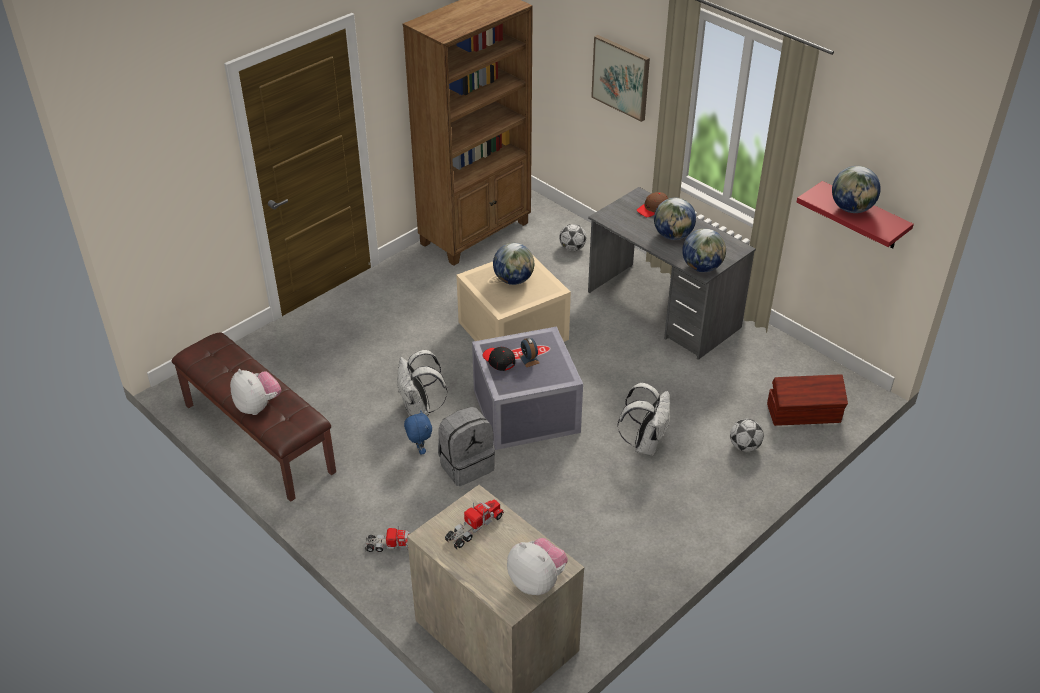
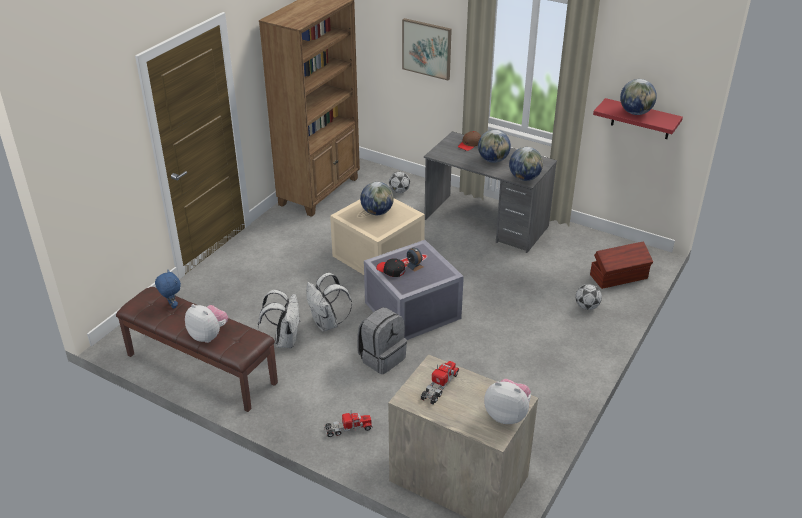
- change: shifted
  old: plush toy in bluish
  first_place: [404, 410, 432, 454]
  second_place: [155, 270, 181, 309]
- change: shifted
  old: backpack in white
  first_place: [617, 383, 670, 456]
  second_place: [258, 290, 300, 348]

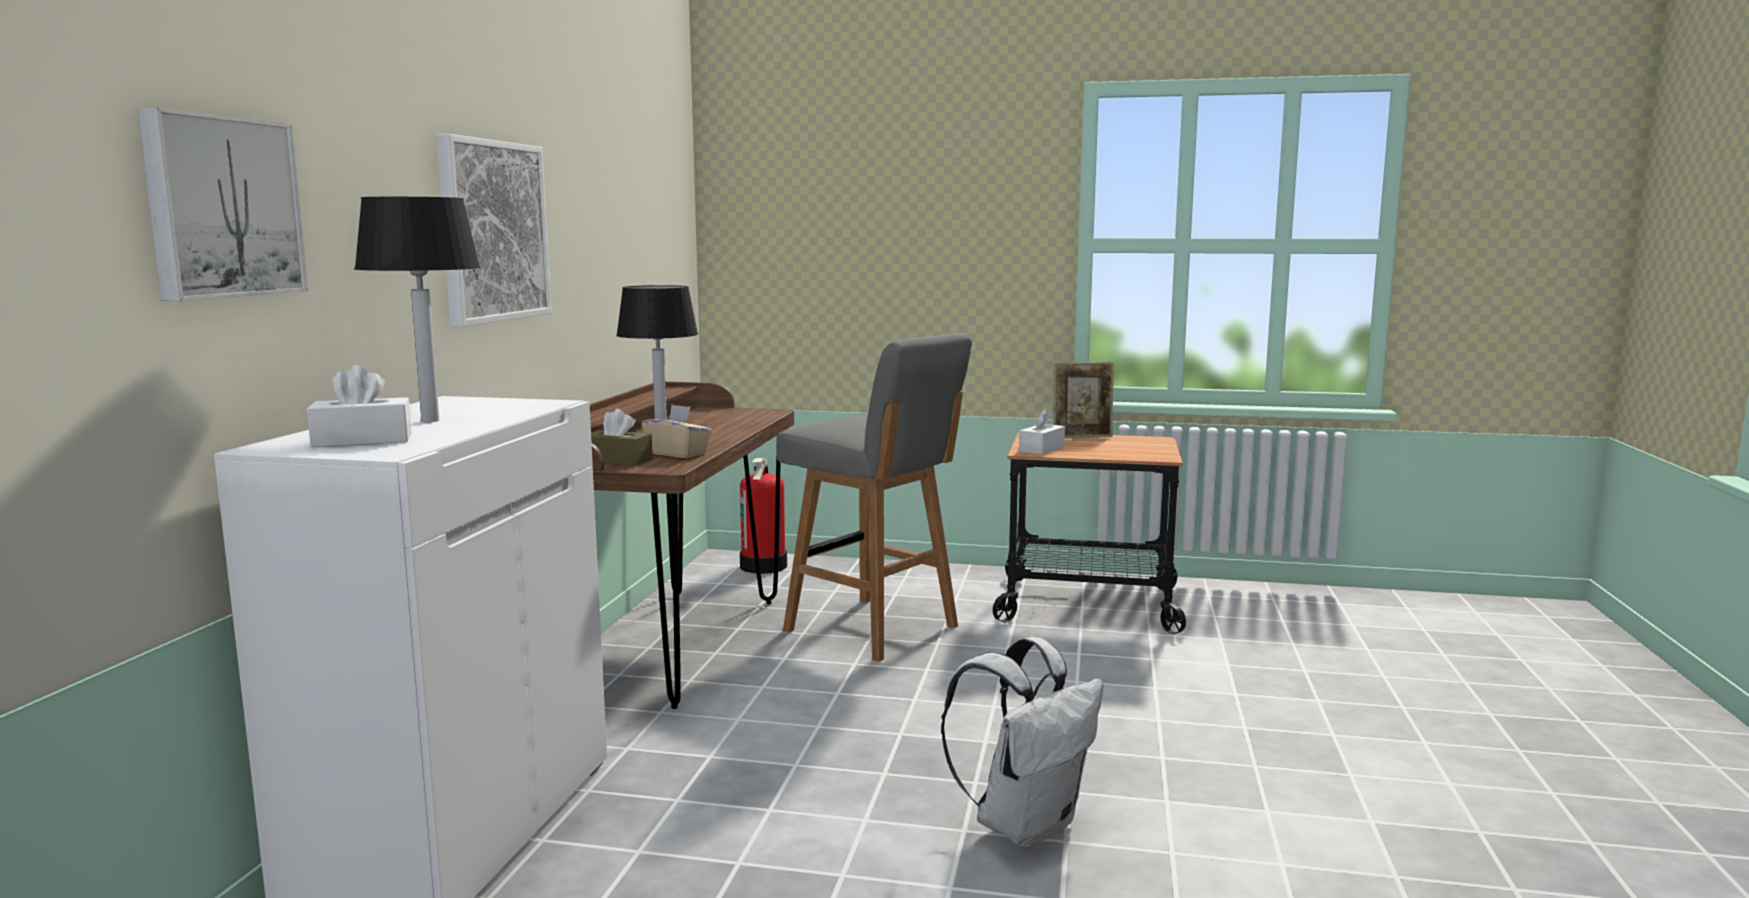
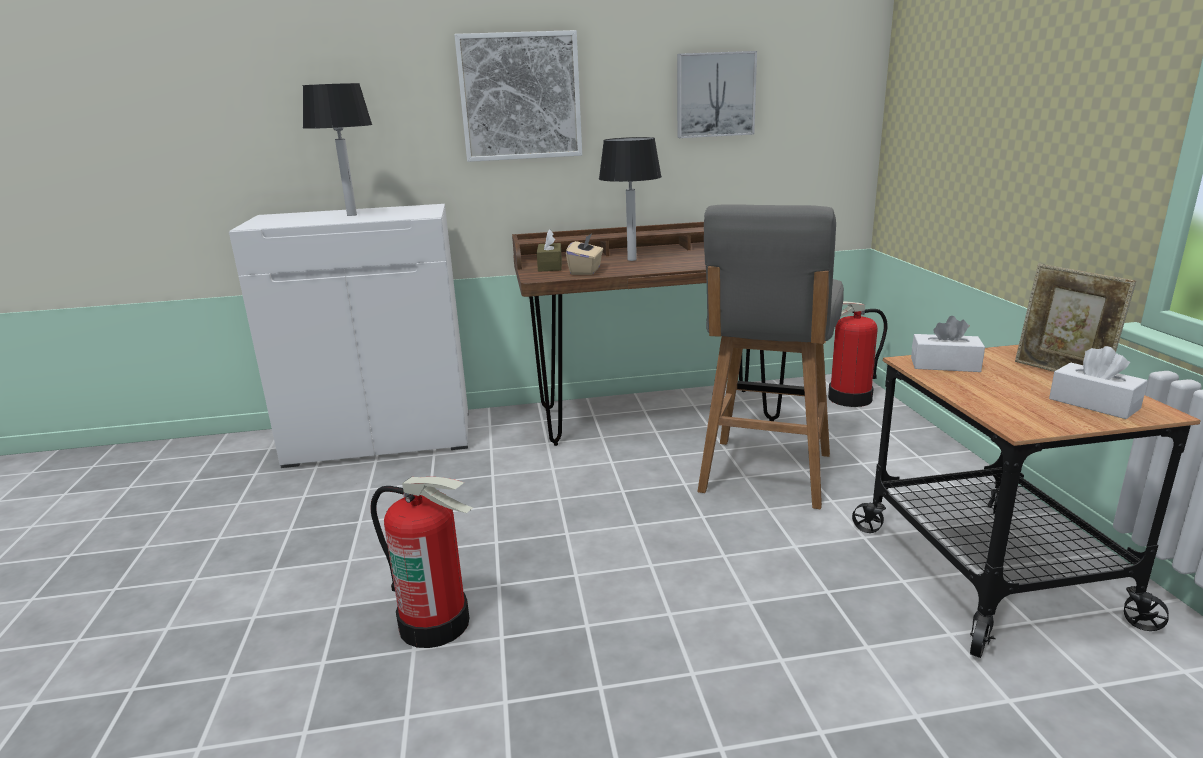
- change: shifted
  old: wall art
  first_place: [137, 107, 308, 301]
  second_place: [677, 51, 757, 138]
- change: shifted
  old: tissue holder in white
  first_place: [307, 365, 412, 447]
  second_place: [1049, 346, 1148, 419]
- change: swapped
  old: backpack in white
  new: fire-fighting cylinder
  first_place: [941, 637, 1104, 847]
  second_place: [371, 477, 473, 648]

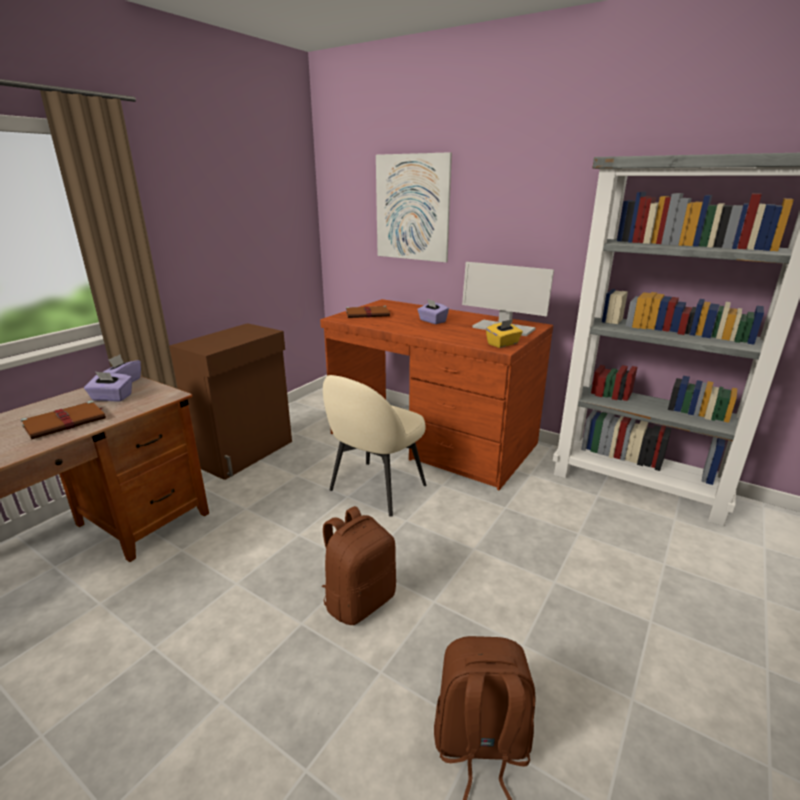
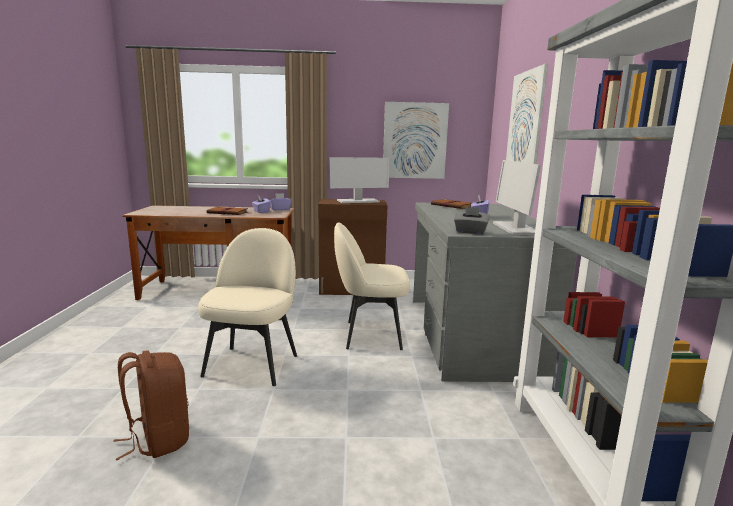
- change: new
  new: monitor
  second_place: [329, 157, 389, 203]
- change: new
  new: wall art
  second_place: [383, 102, 449, 179]
- change: swapped
  old: backpack in brownish
  new: upright chair in sand-coloured
  first_place: [322, 506, 396, 625]
  second_place: [198, 228, 297, 386]
- change: repainted
  old: desk in brownish
  new: desk in greyish
  first_place: [320, 299, 553, 490]
  second_place: [413, 202, 577, 382]
- change: repainted
  old: tissue holder in yellowish
  new: tissue holder in greyish
  first_place: [486, 319, 523, 348]
  second_place: [454, 207, 490, 234]

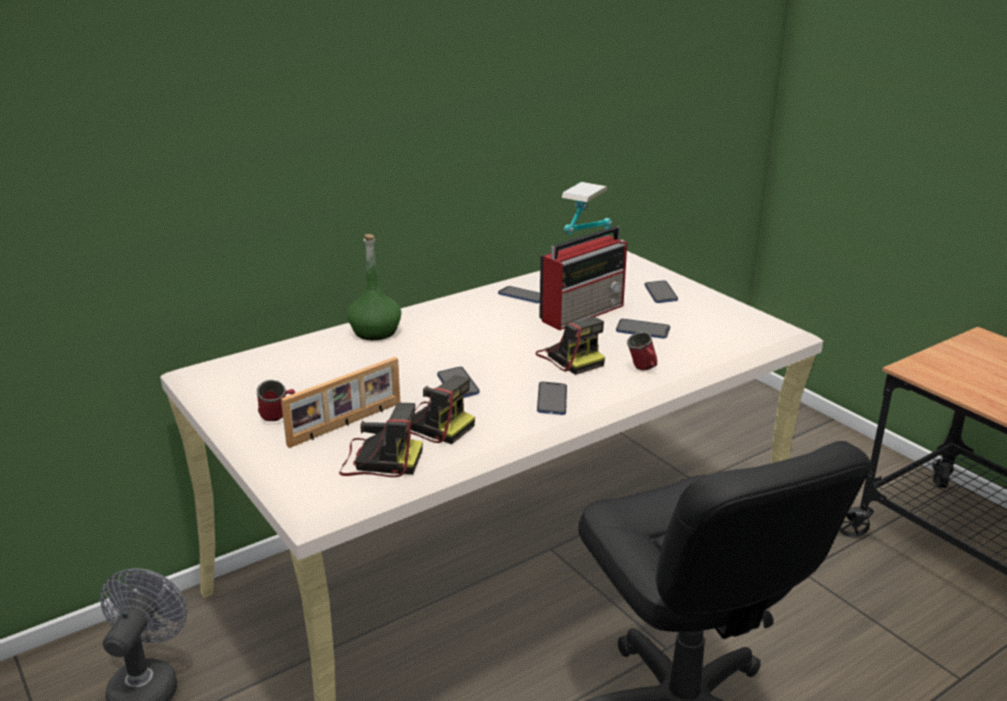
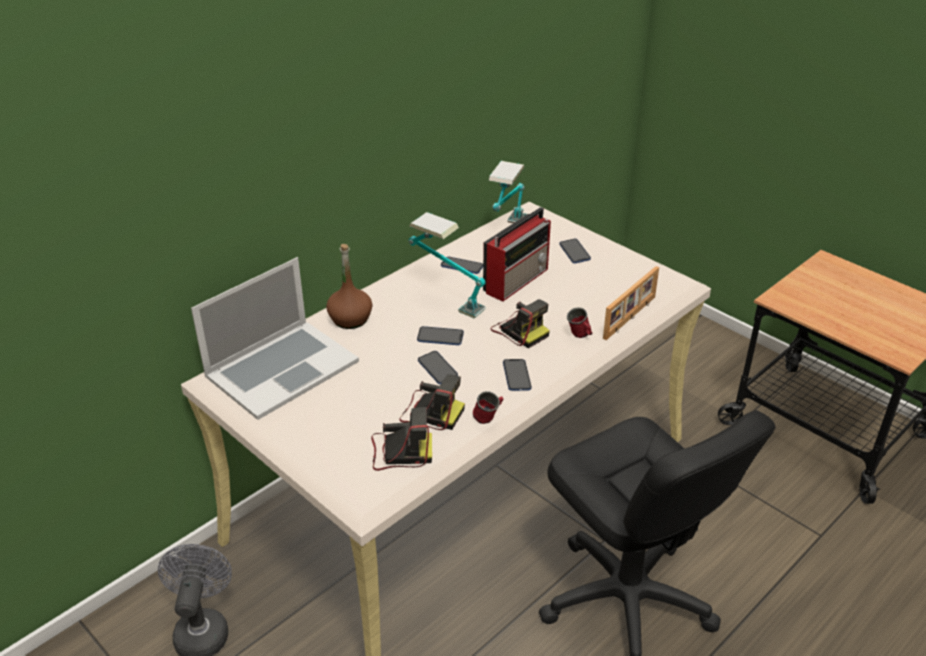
- change: new
  new: laptop
  second_place: [191, 257, 359, 420]
- change: new
  new: table lamp
  second_place: [408, 212, 486, 318]
- change: shifted
  old: coffee mug in red
  first_place: [257, 380, 295, 421]
  second_place: [473, 391, 503, 424]
- change: shifted
  old: photo frame
  first_place: [281, 357, 400, 448]
  second_place: [603, 266, 659, 340]
- change: shifted
  old: telephone
  first_place: [616, 319, 670, 339]
  second_place: [417, 326, 464, 345]
- change: repainted
  old: beverage bottle in green
  new: beverage bottle in brownish
  first_place: [347, 234, 401, 340]
  second_place: [326, 244, 372, 329]

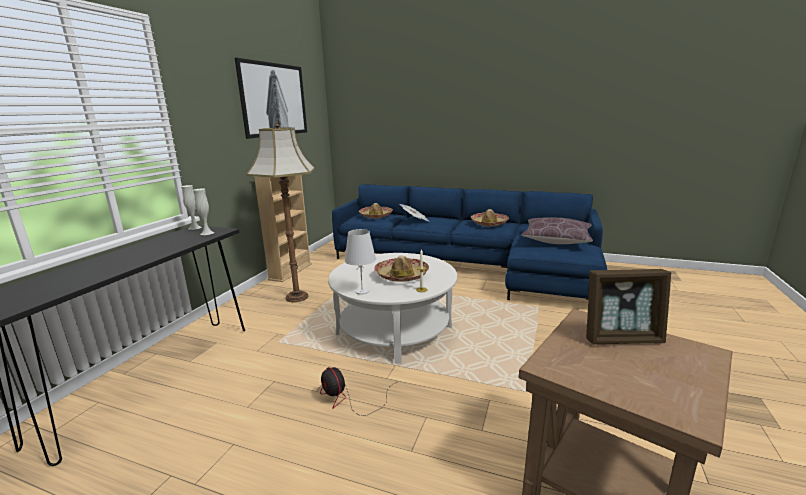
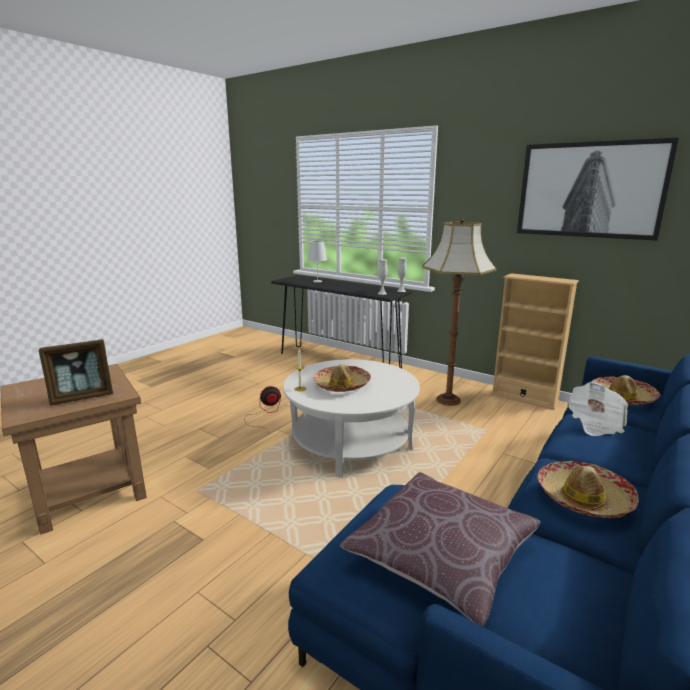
- change: shifted
  old: table lamp in white
  first_place: [344, 229, 376, 295]
  second_place: [307, 241, 327, 282]
- change: rotated
  old: photo frame
  first_place: [586, 269, 671, 344]
  second_place: [39, 339, 113, 405]
  degrees: -135

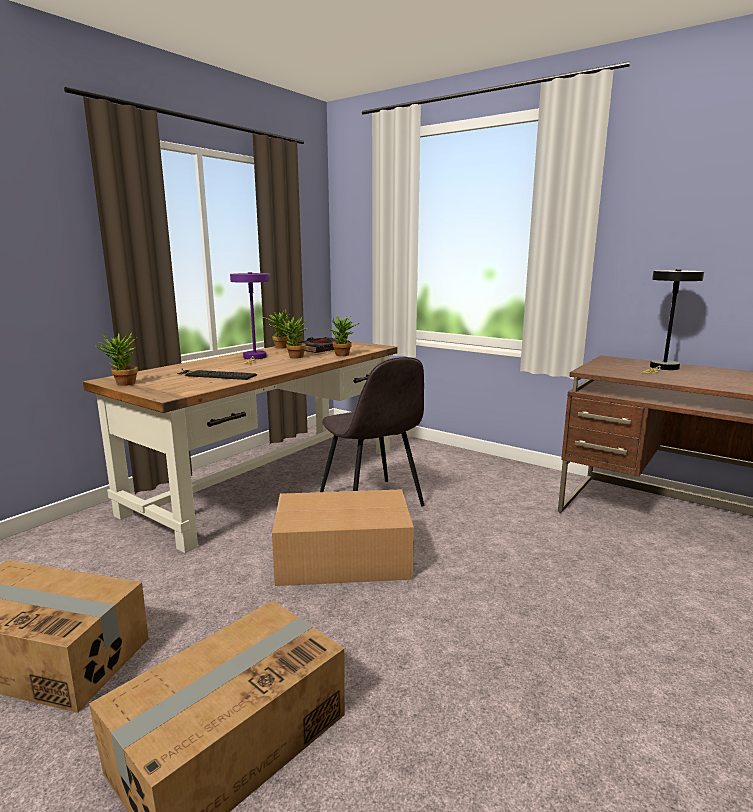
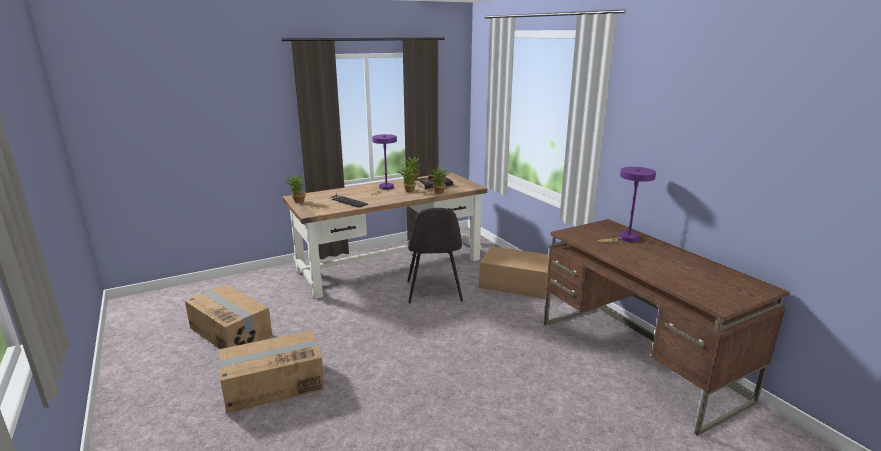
- change: shifted
  old: cardboard box
  first_place: [272, 489, 414, 586]
  second_place: [479, 246, 549, 299]
- change: repainted
  old: table lamp in blackish
  new: table lamp in purple
  first_place: [642, 269, 704, 373]
  second_place: [598, 167, 656, 242]

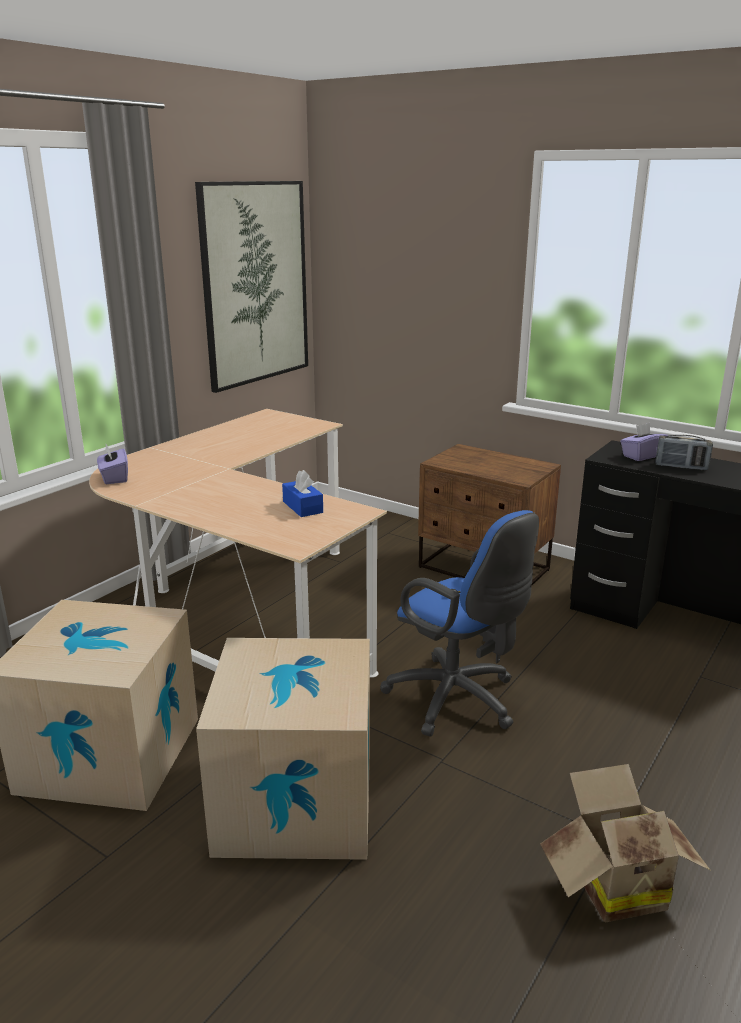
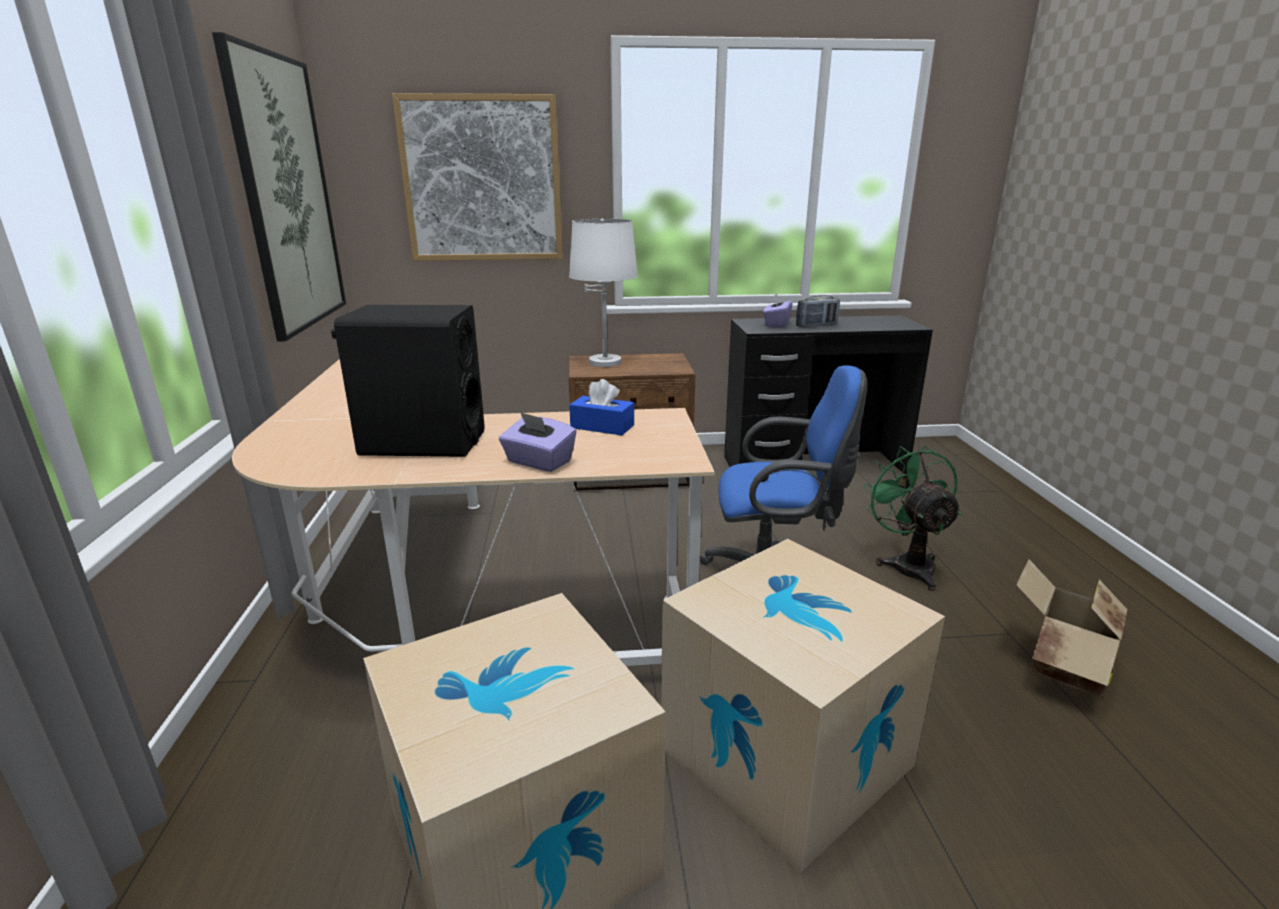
- change: new
  new: audio speaker in blackish
  second_place: [331, 305, 485, 457]
- change: new
  new: wall art
  second_place: [392, 93, 563, 261]
- change: new
  new: table lamp in white
  second_place: [569, 219, 638, 367]
- change: new
  new: electric fan in green
  second_place: [864, 446, 962, 591]
- change: shifted
  old: tissue holder in purple
  first_place: [97, 444, 128, 484]
  second_place: [499, 412, 577, 472]

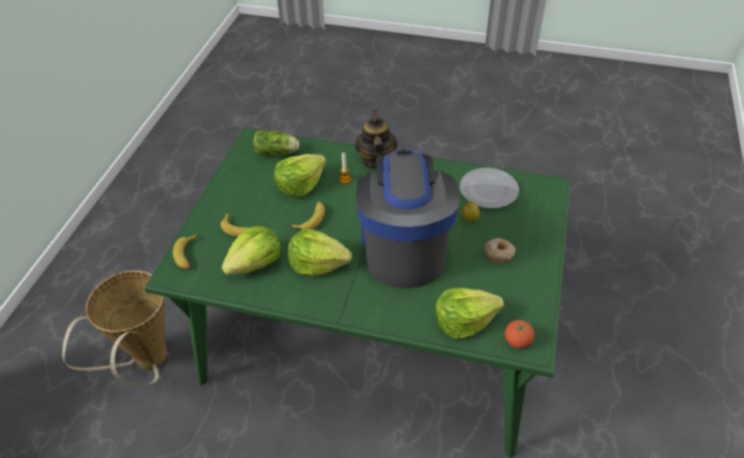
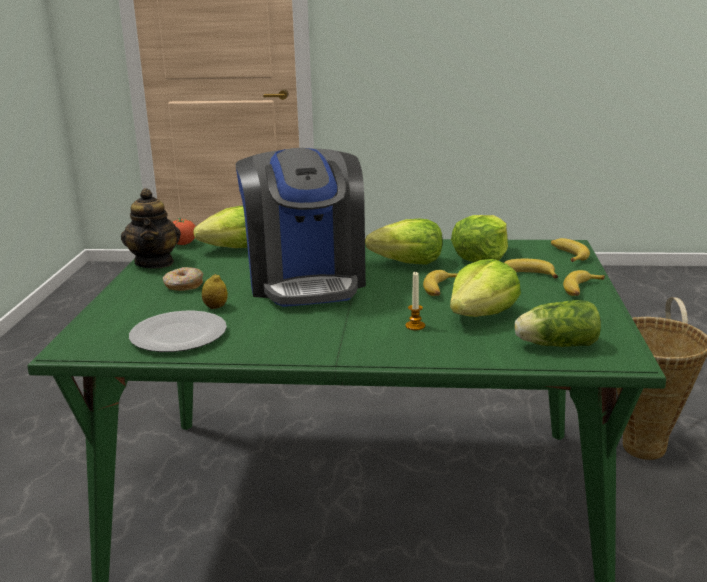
- change: new
  new: whole banana
  second_place: [563, 270, 605, 296]
- change: shifted
  old: tea pot
  first_place: [355, 110, 398, 169]
  second_place: [121, 188, 181, 268]

